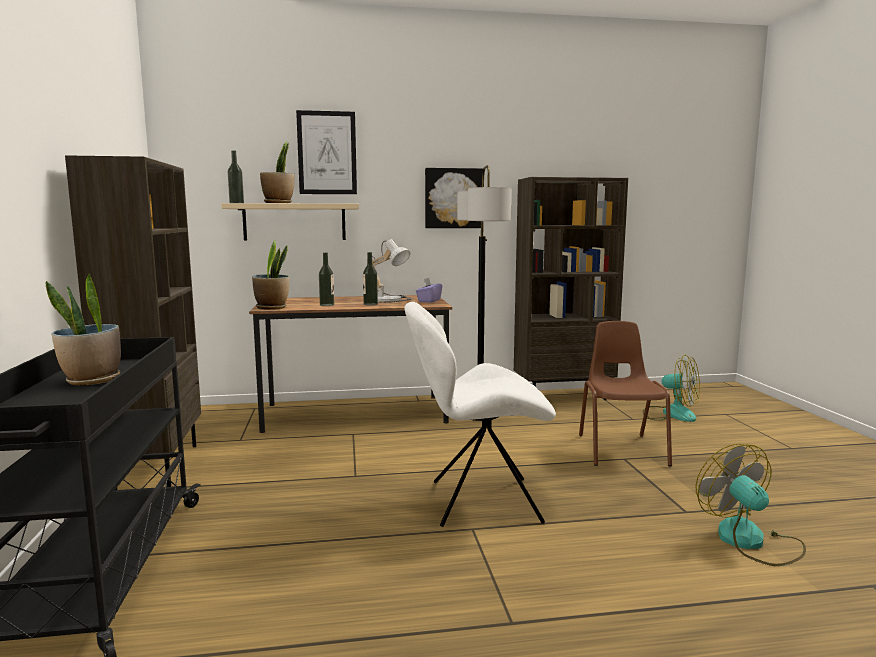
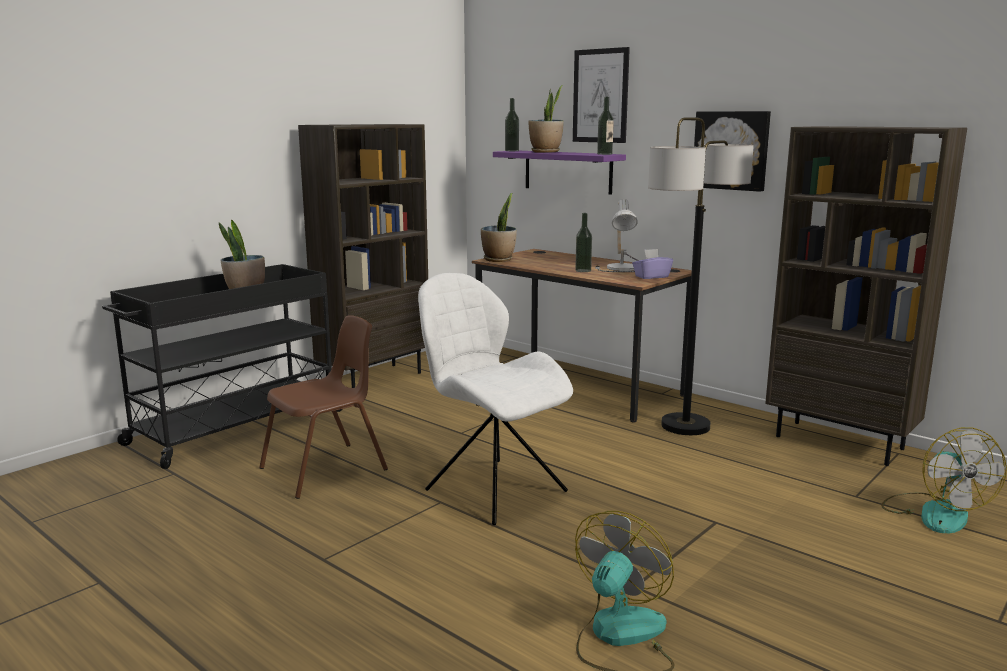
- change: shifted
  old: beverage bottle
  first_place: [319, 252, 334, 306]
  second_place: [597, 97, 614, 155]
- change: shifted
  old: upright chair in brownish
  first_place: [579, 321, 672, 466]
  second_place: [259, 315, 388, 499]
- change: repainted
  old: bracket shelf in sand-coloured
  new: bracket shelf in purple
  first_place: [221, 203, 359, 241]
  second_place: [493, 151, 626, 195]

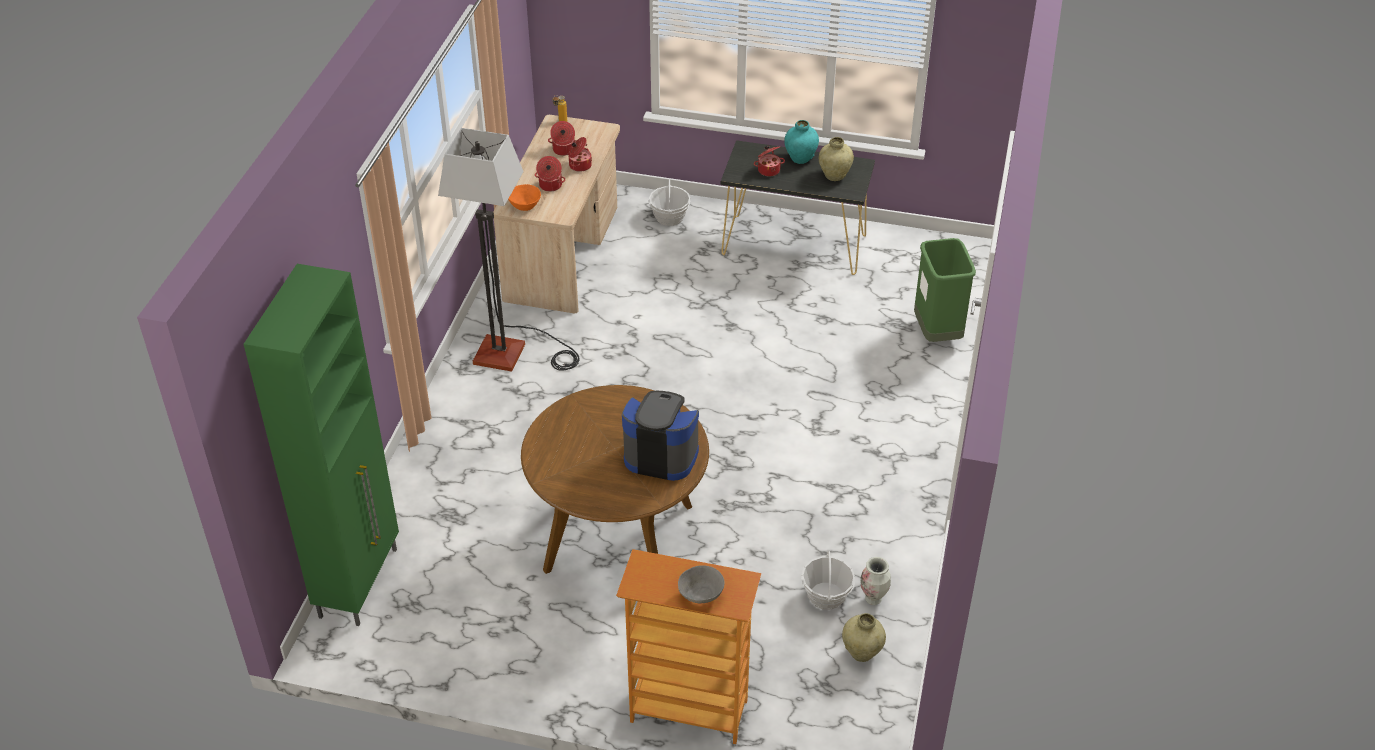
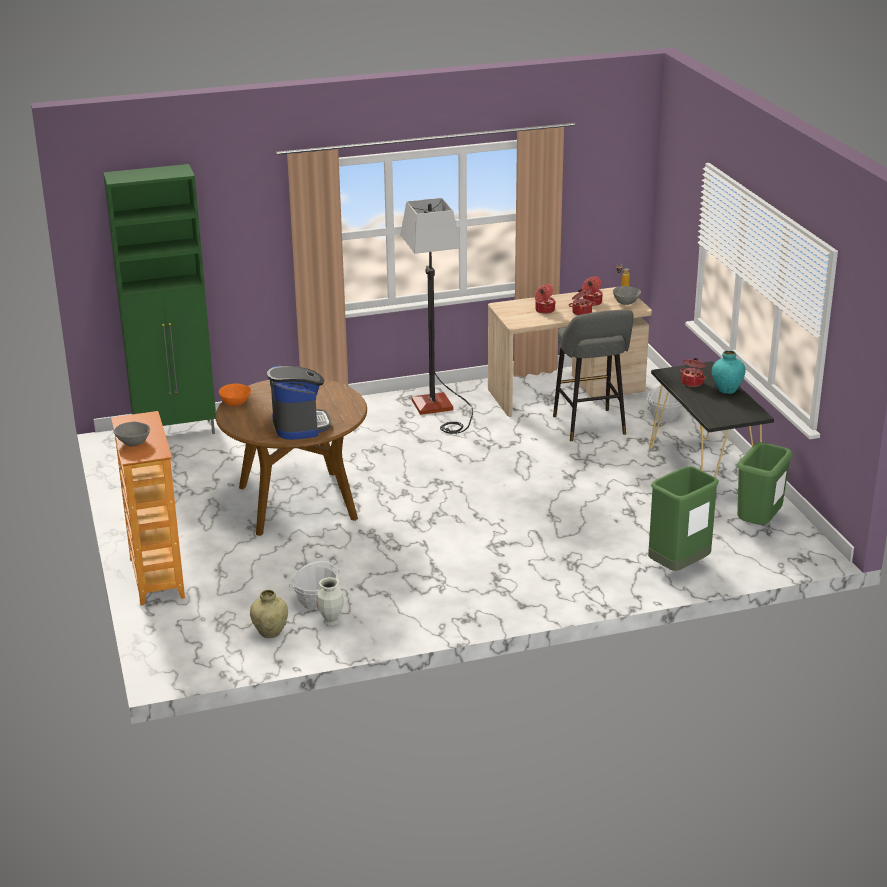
- change: gone
  old: flower vase in sand-coloured
  first_place: [819, 137, 854, 181]
- change: new
  new: stool in greyish
  second_place: [553, 310, 634, 441]
- change: new
  new: bowl in greyish
  second_place: [613, 286, 641, 305]
- change: new
  new: trash can in green
  second_place: [737, 442, 793, 525]
- change: shifted
  old: bowl in orange
  first_place: [508, 184, 541, 211]
  second_place: [219, 384, 251, 406]

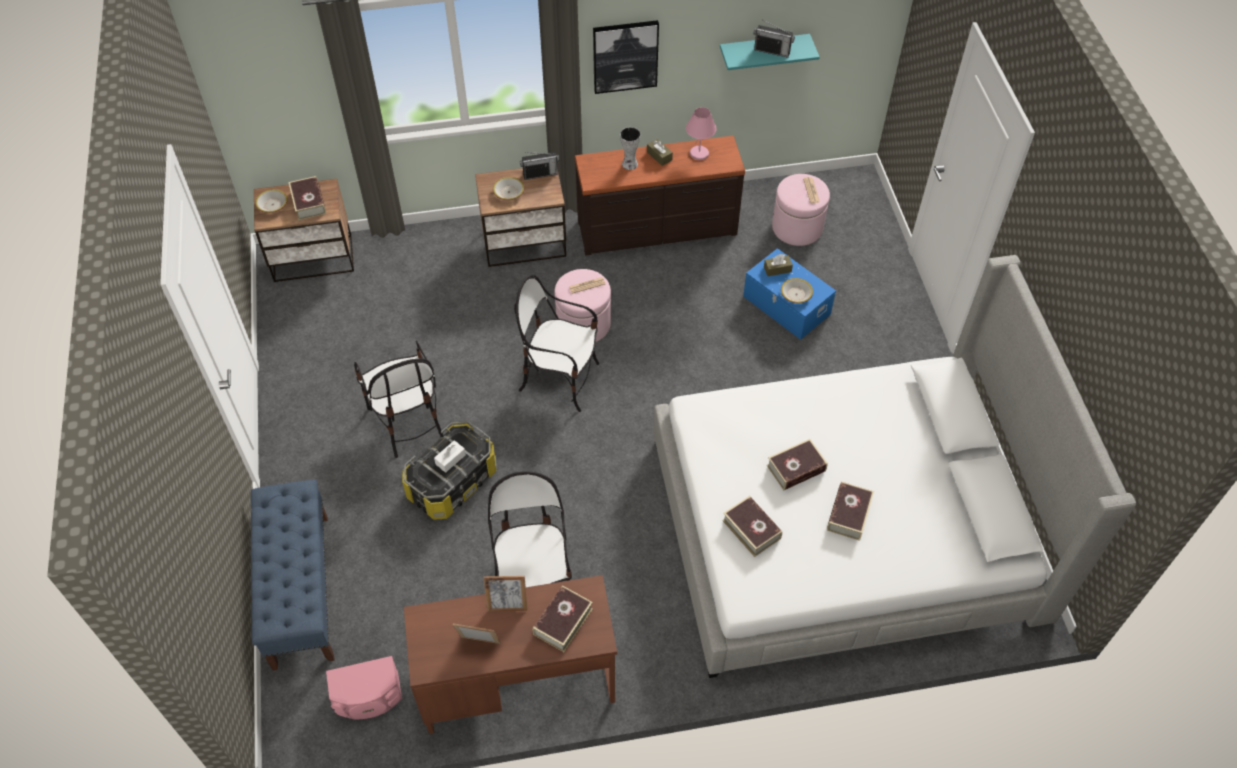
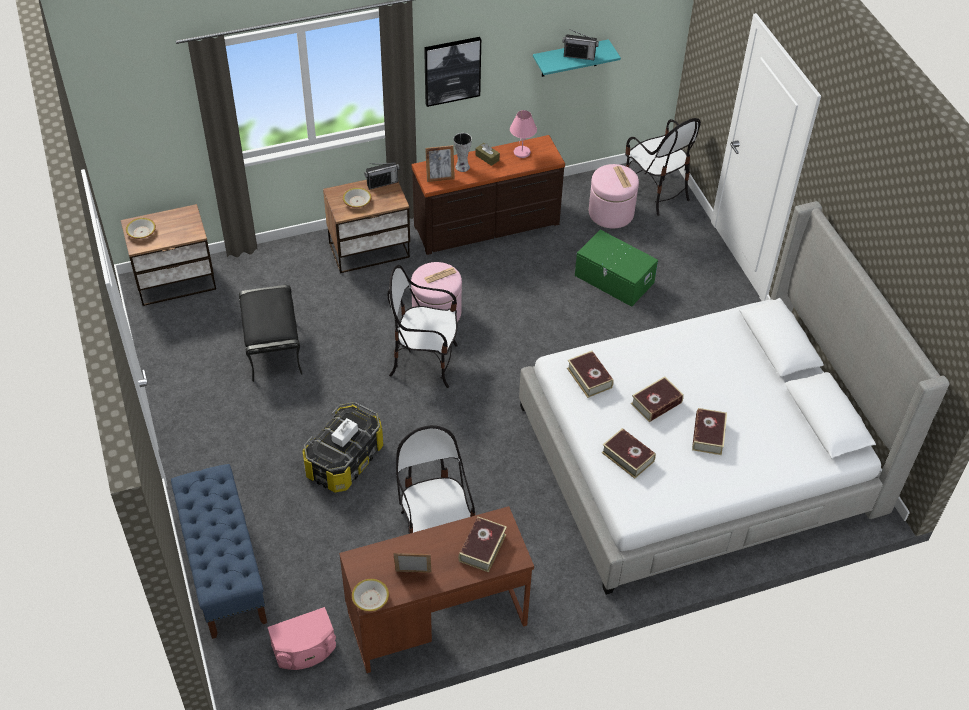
- change: gone
  old: tissue holder in brownish
  first_place: [764, 254, 793, 276]
- change: new
  new: ottoman in blackish
  second_place: [239, 285, 303, 382]
- change: shifted
  old: book
  first_place: [288, 176, 326, 220]
  second_place: [567, 351, 614, 398]
- change: shifted
  old: upright chair
  first_place: [354, 340, 444, 458]
  second_place: [625, 118, 701, 216]
- change: shifted
  old: photo frame
  first_place: [483, 576, 528, 611]
  second_place: [425, 145, 455, 182]
- change: shifted
  old: bowl
  first_place: [781, 278, 813, 303]
  second_place: [352, 579, 389, 612]
- change: repainted
  old: storage container in bluish
  new: storage container in green
  first_place: [743, 248, 836, 340]
  second_place: [575, 230, 658, 307]

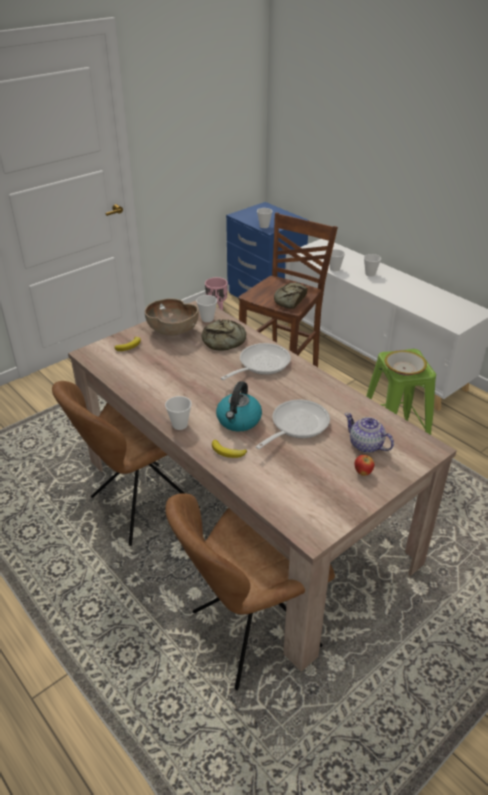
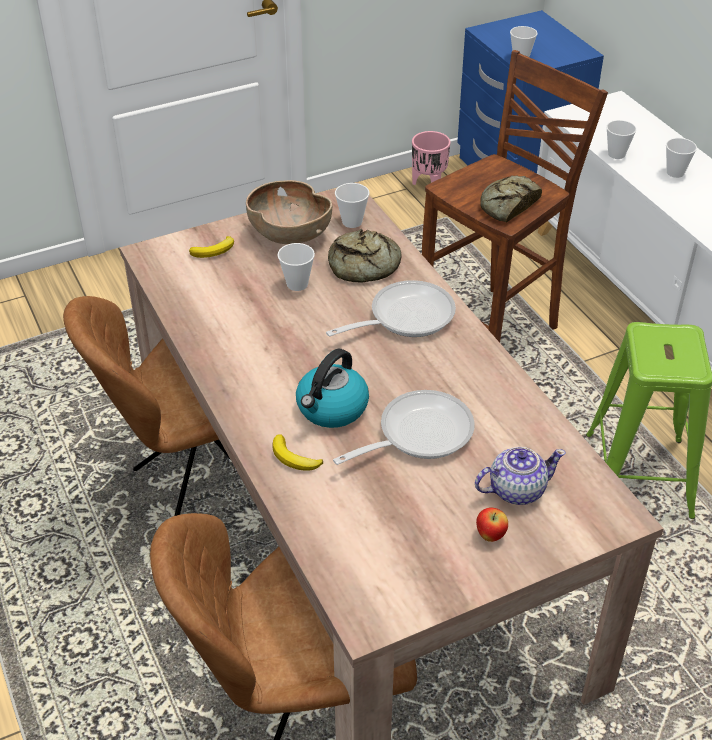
- change: gone
  old: bowl
  first_place: [385, 350, 427, 376]
- change: shifted
  old: drinking cup
  first_place: [165, 396, 192, 430]
  second_place: [277, 243, 315, 291]
- change: rotated
  old: tea pot
  first_place: [345, 413, 394, 453]
  second_place: [475, 447, 566, 505]
  degrees: 105

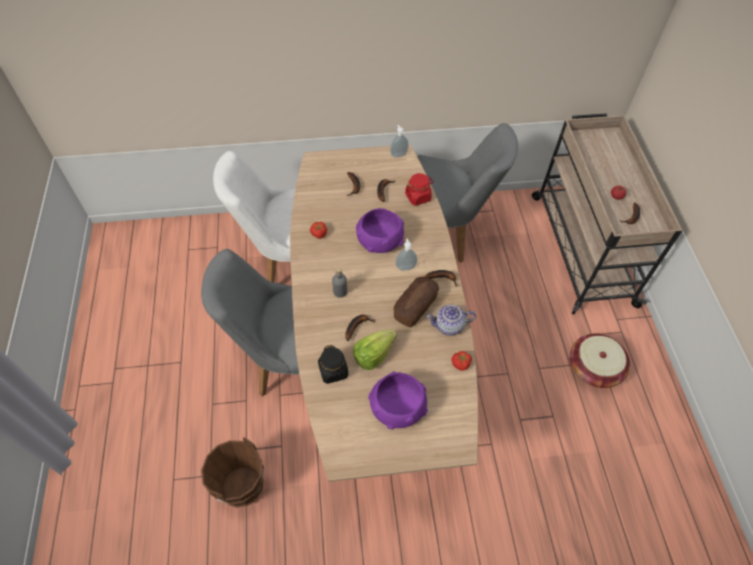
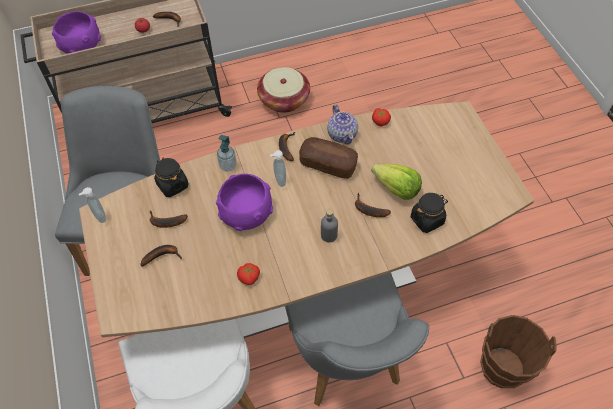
- change: new
  new: soap bottle
  second_place: [217, 135, 237, 172]
- change: shifted
  old: bowl in purple
  first_place: [368, 371, 428, 429]
  second_place: [52, 11, 101, 54]
- change: repainted
  old: jar in red
  new: jar in blackish
  first_place: [405, 173, 433, 206]
  second_place: [154, 158, 189, 197]

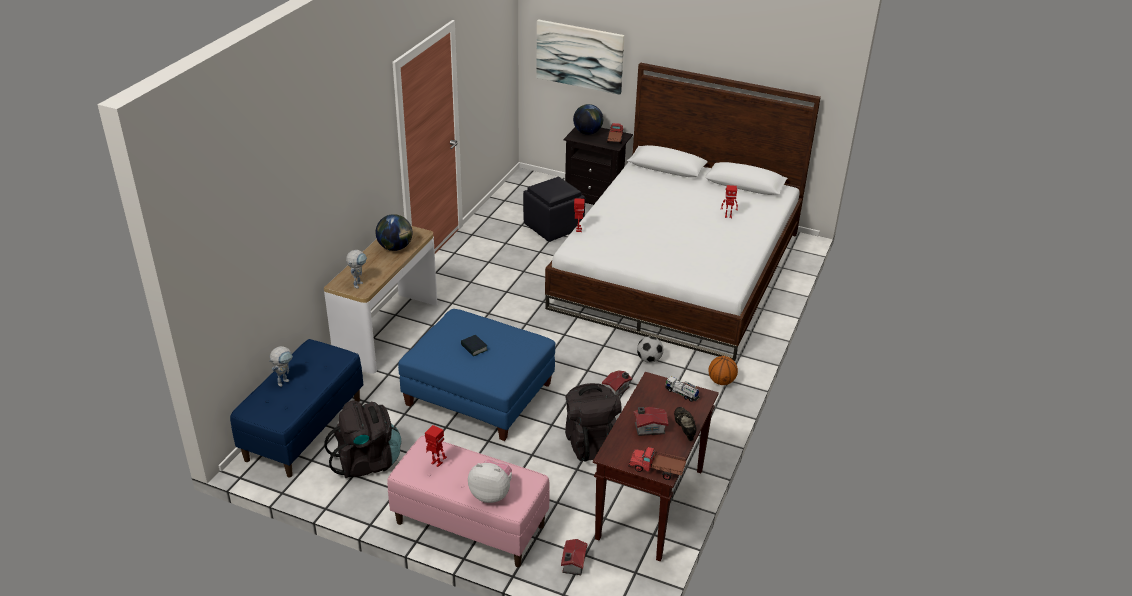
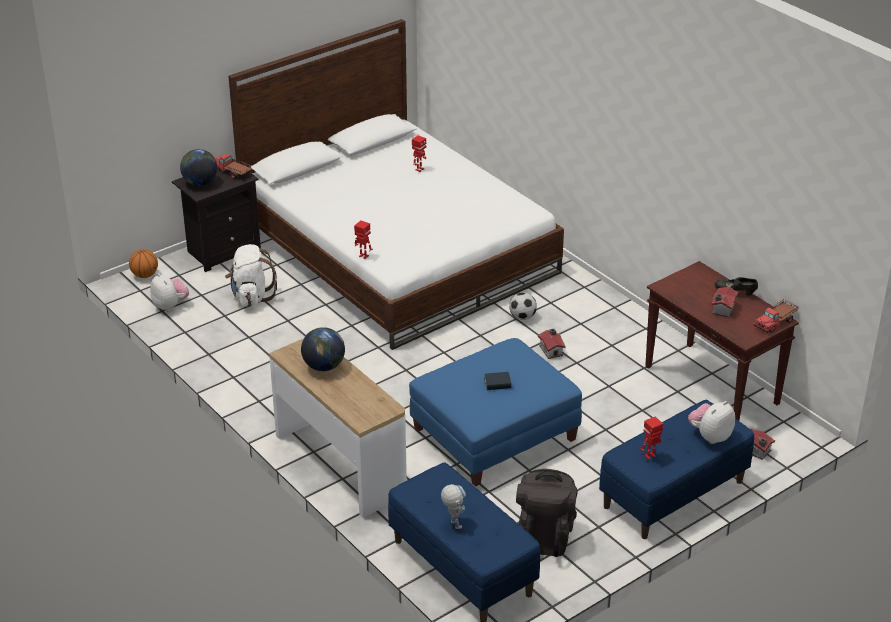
- change: gone
  old: robot figure
  first_place: [346, 250, 367, 289]
- change: gone
  old: wall art
  first_place: [536, 19, 625, 95]
- change: gone
  old: backpack in blackish
  first_place: [565, 383, 622, 462]
- change: gone
  old: model truck
  first_place: [665, 376, 700, 402]
- change: new
  new: plush toy
  second_place: [150, 273, 189, 311]
- change: shifted
  old: ball for basketball
  first_place: [708, 356, 738, 385]
  second_place: [129, 249, 158, 278]
- change: swapped
  old: ottoman in blackish
  new: backpack in white
  first_place: [523, 177, 585, 242]
  second_place: [225, 244, 277, 307]
- change: repainted
  old: long seat in pink-coloured
  new: long seat in bluish
  first_place: [387, 435, 550, 567]
  second_place: [599, 400, 754, 539]

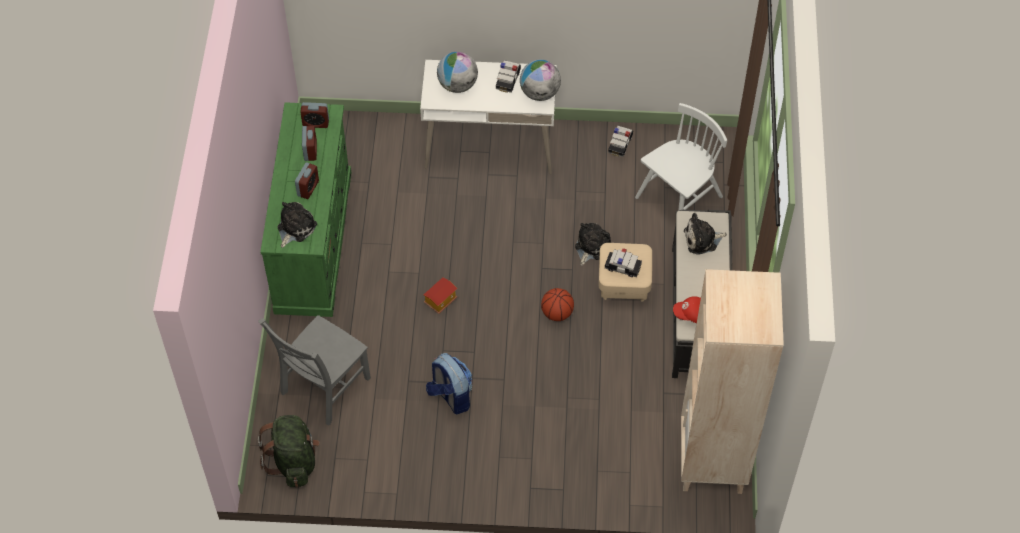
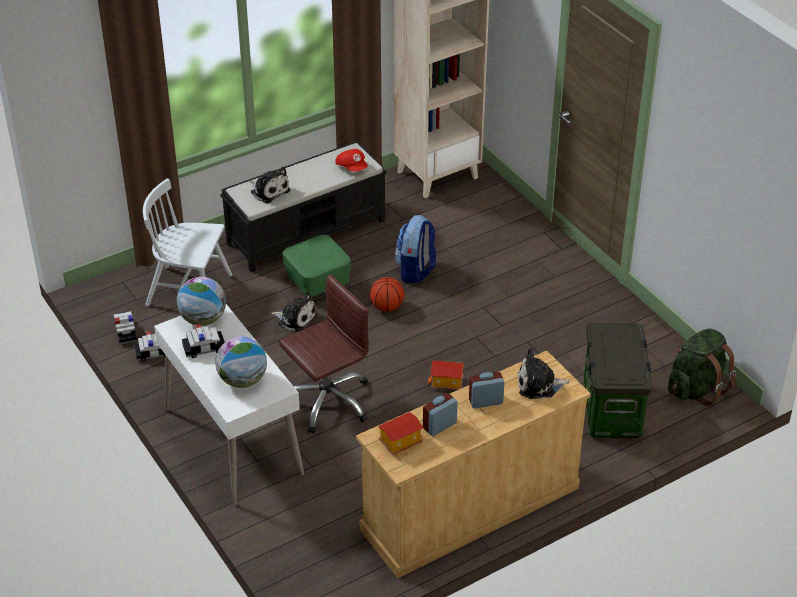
- change: new
  new: computer chair in brownish
  second_place: [279, 274, 369, 434]
- change: shifted
  old: backpack
  first_place: [426, 353, 472, 414]
  second_place: [395, 215, 436, 283]
- change: shifted
  old: model car
  first_place: [605, 248, 642, 277]
  second_place: [114, 311, 137, 345]
- change: swapped
  old: upright chair in greyish
  new: storage container
  first_place: [258, 315, 371, 426]
  second_place: [584, 323, 652, 438]
- change: swapped
  old: bedside clock
  new: miniature house
  first_place: [300, 102, 329, 128]
  second_place: [378, 412, 423, 455]
- change: repainted
  old: chest of drawers in green
  new: chest of drawers in sand-coloured
  first_place: [260, 102, 351, 317]
  second_place: [356, 351, 591, 578]
- change: repainted
  old: ottoman in sand-coloured
  new: ottoman in green
  first_place: [598, 243, 652, 302]
  second_place: [283, 235, 351, 300]
- change: rotated
  old: plush toy
  first_place: [575, 223, 611, 265]
  second_place: [271, 292, 317, 332]
  degrees: -150

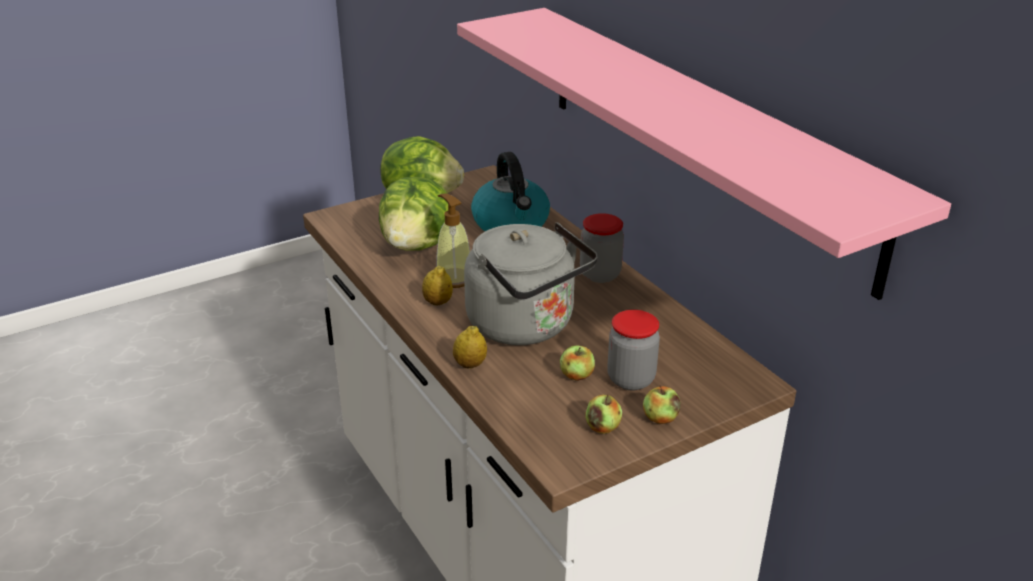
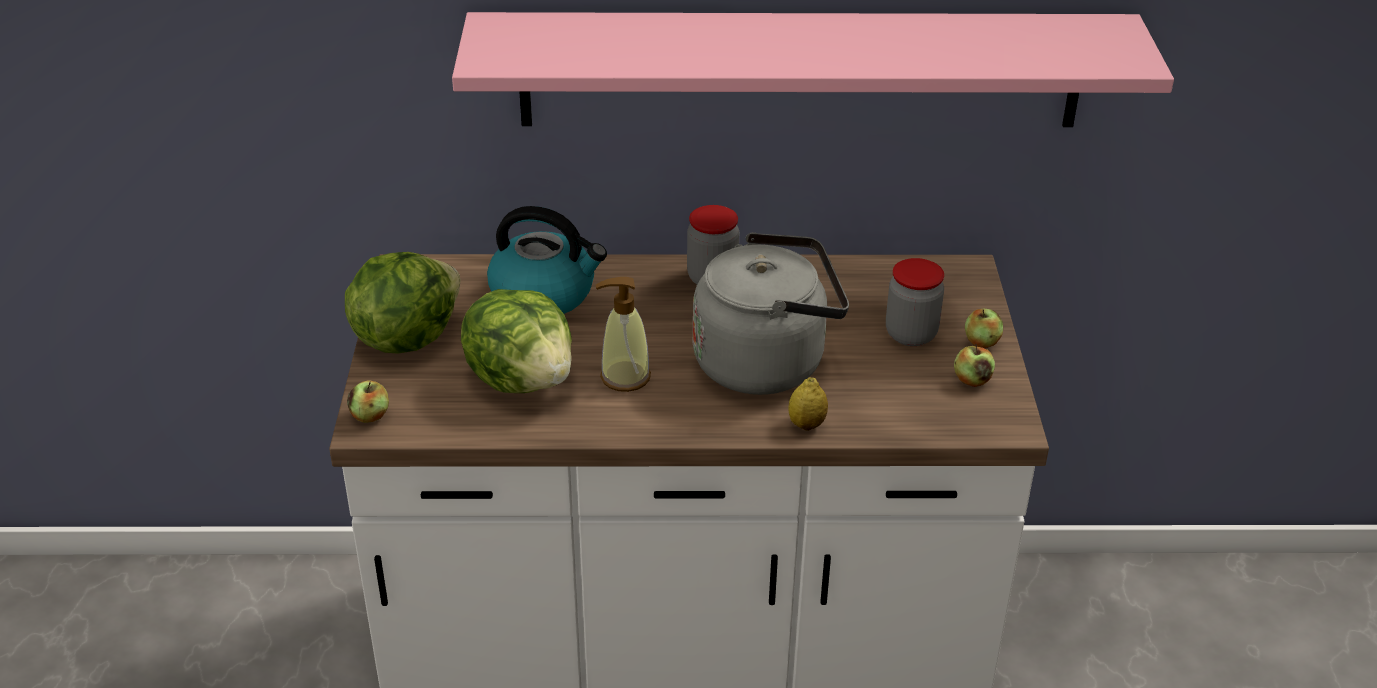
- change: gone
  old: citrus fruit
  first_place: [422, 266, 453, 306]
- change: shifted
  old: whole apple
  first_place: [560, 346, 595, 381]
  second_place: [347, 380, 389, 423]

